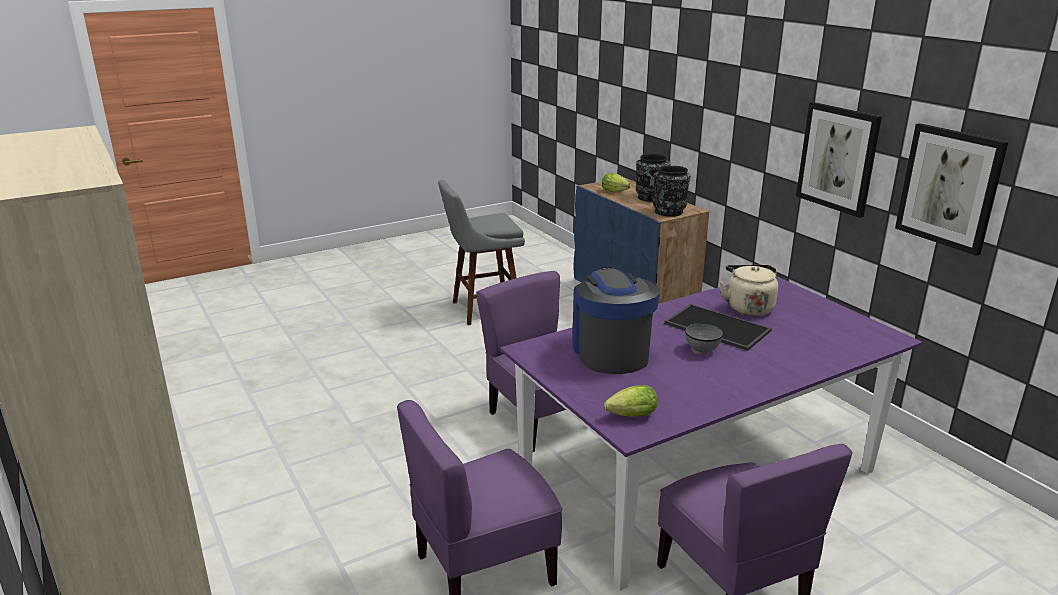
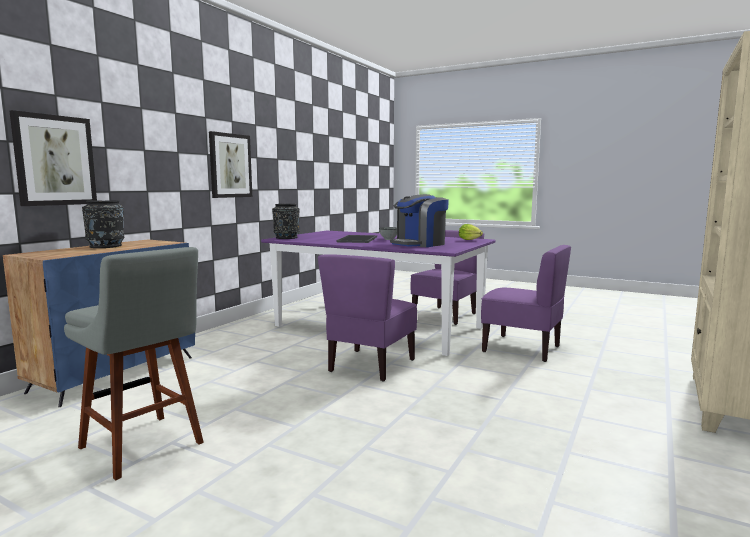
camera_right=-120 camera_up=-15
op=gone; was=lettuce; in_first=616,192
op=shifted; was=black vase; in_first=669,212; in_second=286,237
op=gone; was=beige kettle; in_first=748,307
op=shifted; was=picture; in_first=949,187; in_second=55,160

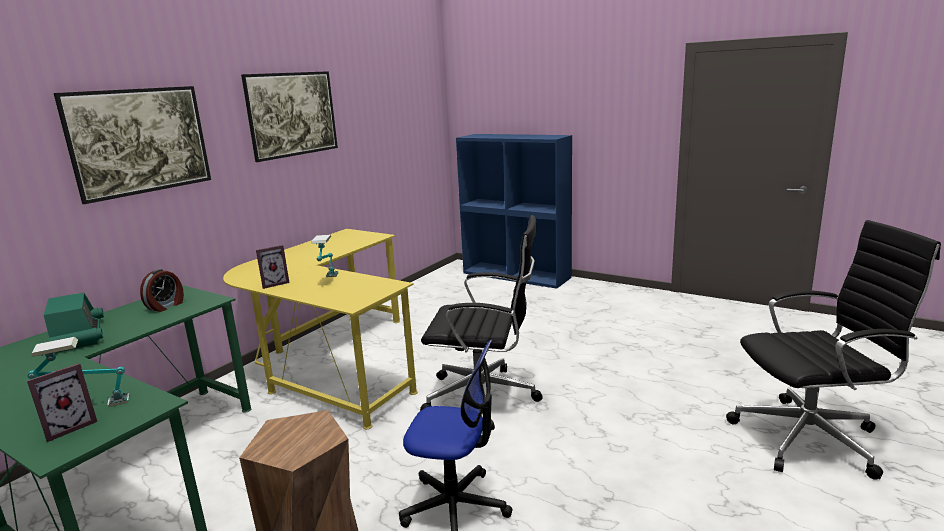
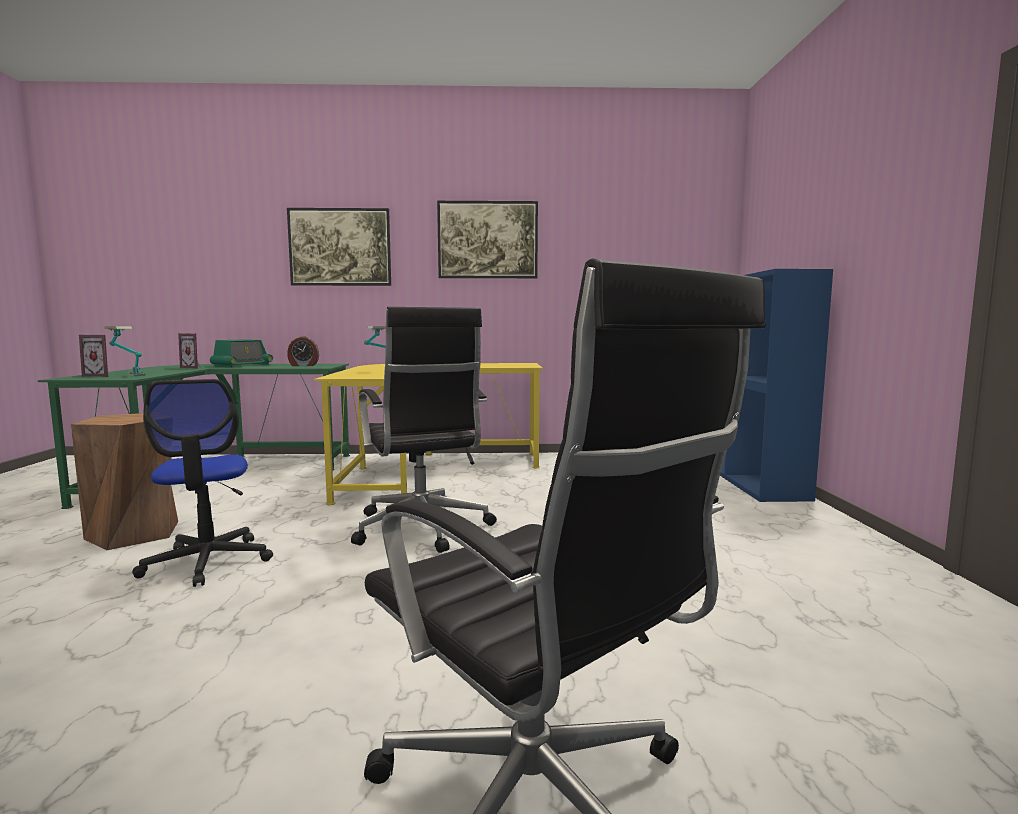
camera_right=55 camera_up=-10
op=shifted; was=picture frame; in_first=274,283; in_second=194,368

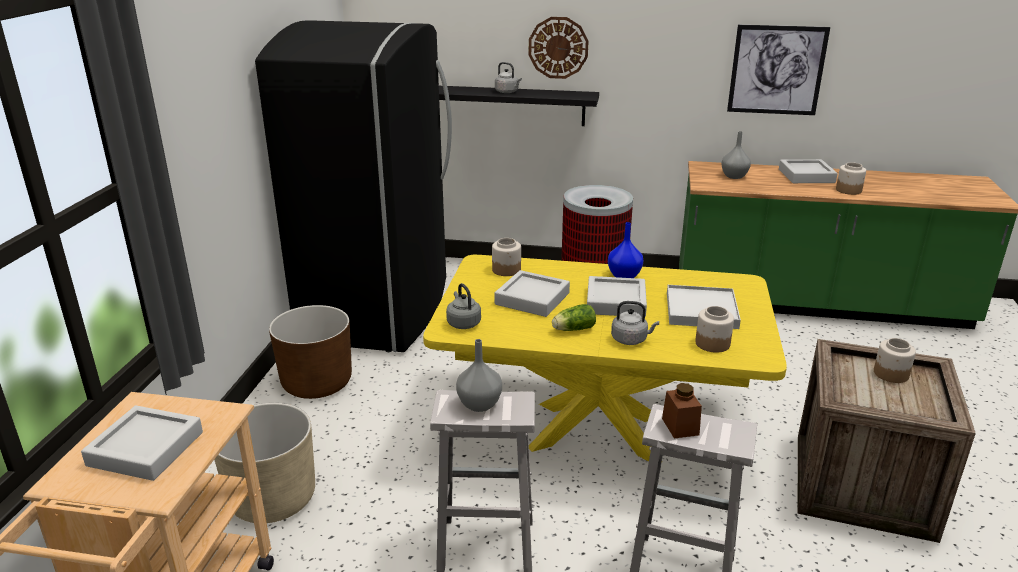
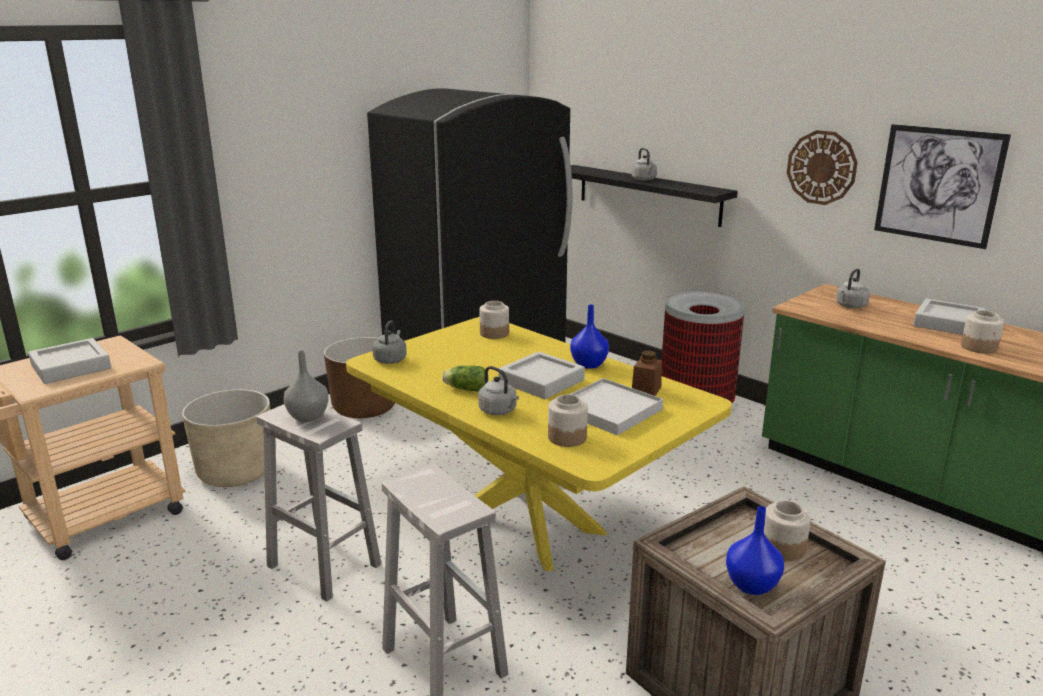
camera_right=35 camera_up=-5
op=gone; was=grey tray; in_first=532,299
op=shifted; was=wall clock; in_first=558,47; in_second=821,167
op=shifted; was=brown jar; in_first=680,426; in_second=646,390
op=swapped; was=grey vase; now=grey kettle; in_first=734,176; in_second=850,306
op=new; now=blue vase; in_second=752,586

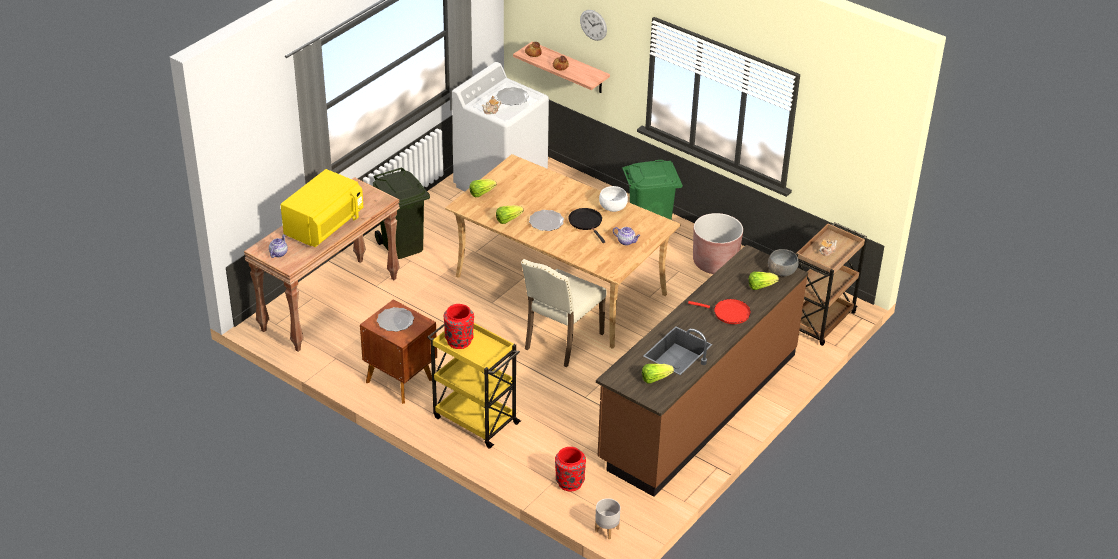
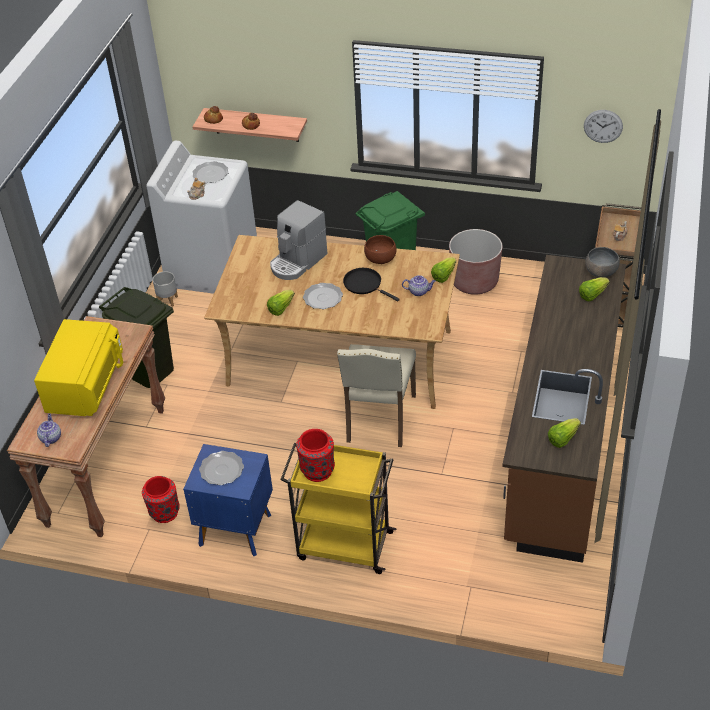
camera_right=-20 camera_up=5
op=repainted; was=brown nightstand; now=blue nightstand; in_first=399,380; in_second=234,528
op=shifted; was=lettuce; in_first=481,193; in_second=443,276
op=shifted; was=red vase; in_first=569,482; in_second=164,512
op=shifted; was=wall clock; in_first=593,25; in_second=603,126
op=shifted; was=grey planter; in_first=606,530; in_second=167,301
op=repainted; was=white bowl; now=brown bowl; in_first=613,207; in_second=380,259
op=gone; was=red frying pan; in_first=728,313
op=new; now=coffee machine; in_second=297,262

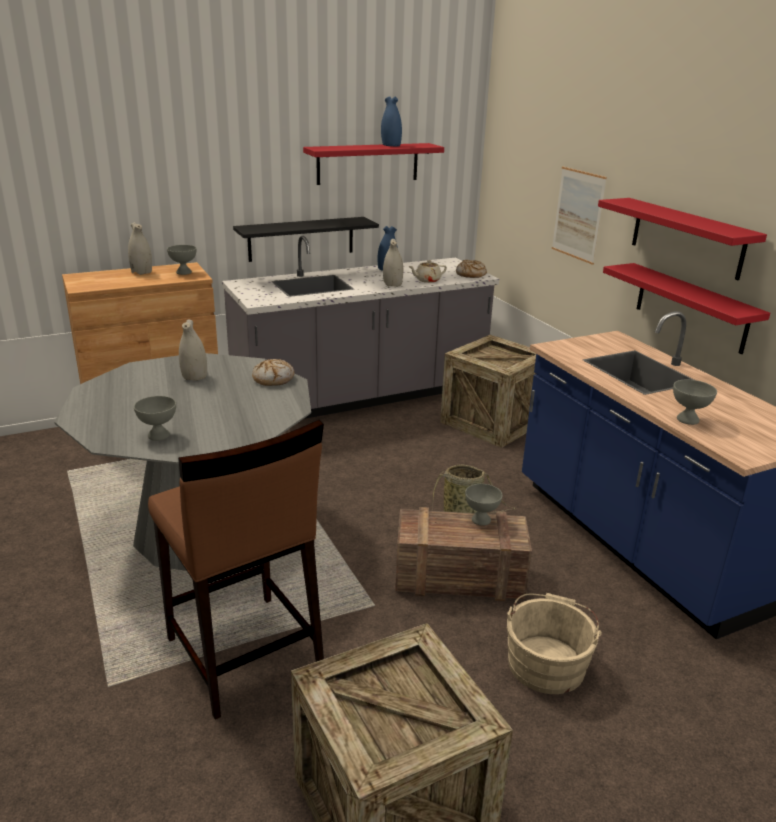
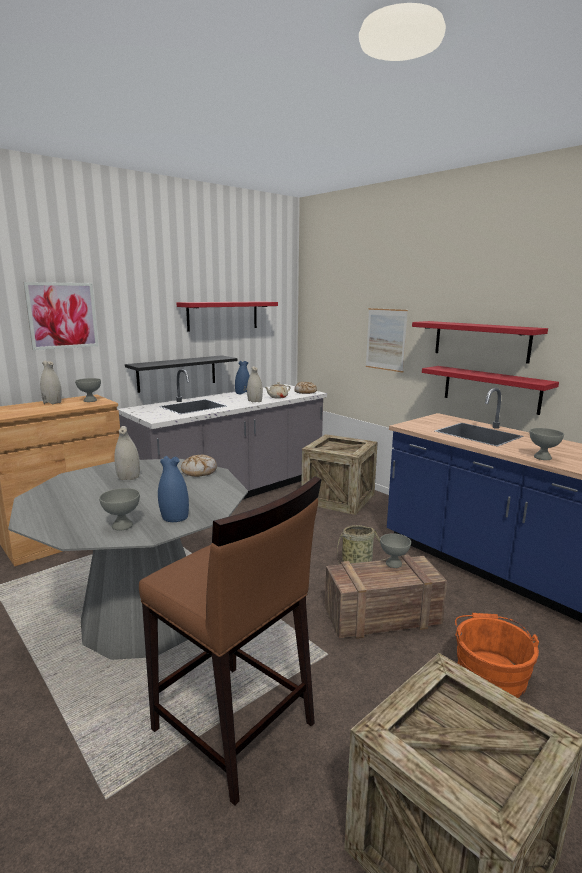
camera_right=-15 camera_up=-10
op=shifted; was=blue vase; in_first=391,145; in_second=174,517
op=repainted; was=beige bucket; now=orange bucket; in_first=547,661; in_second=490,672
op=new; now=picture; in_second=62,315

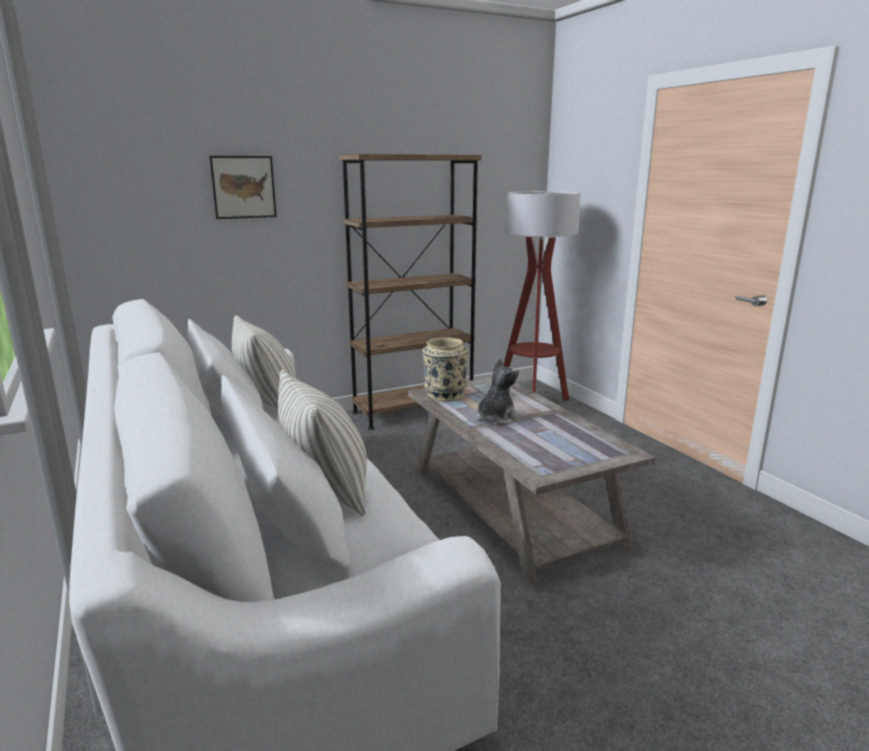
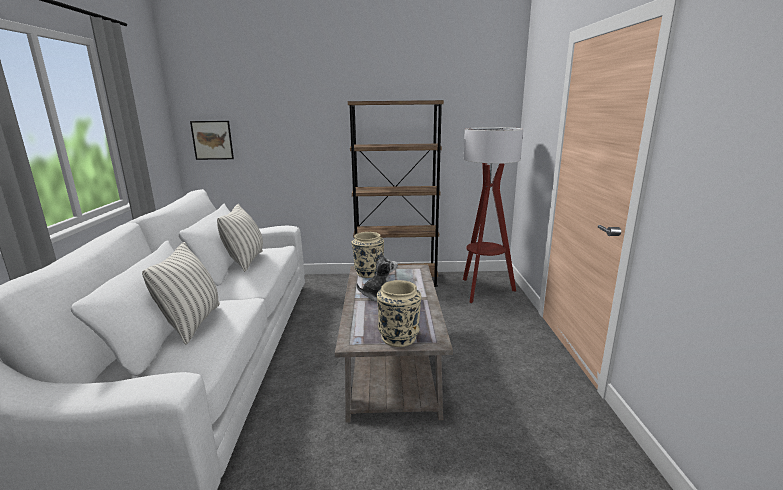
camera_right=25 camera_up=0
op=shifted; was=picture; in_first=243,187; in_second=212,140
op=new; now=beige vase; in_second=399,337

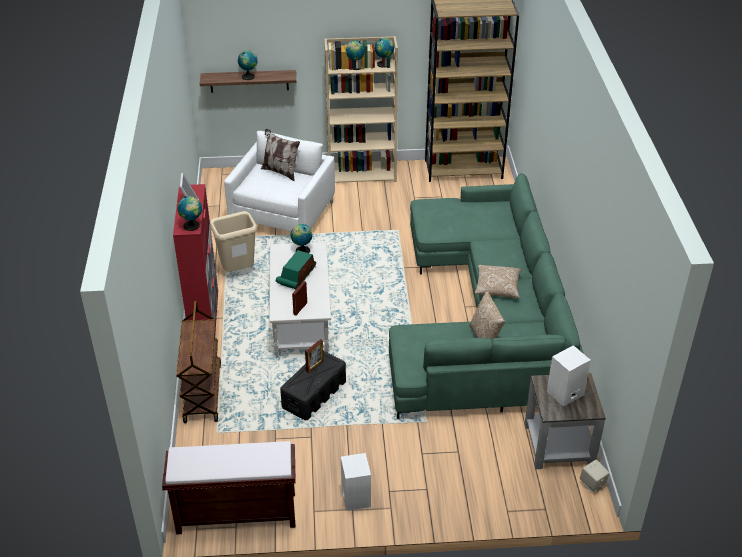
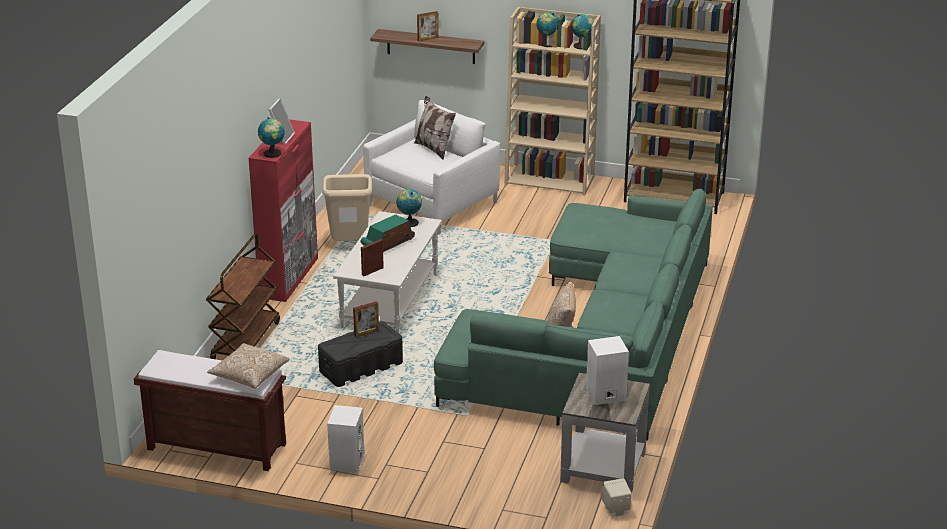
camera_right=20 camera_up=-10
op=swapped; was=globe; now=picture frame; in_first=249,76; in_second=428,39
op=shifted; was=pillow; in_first=497,288; in_second=249,375

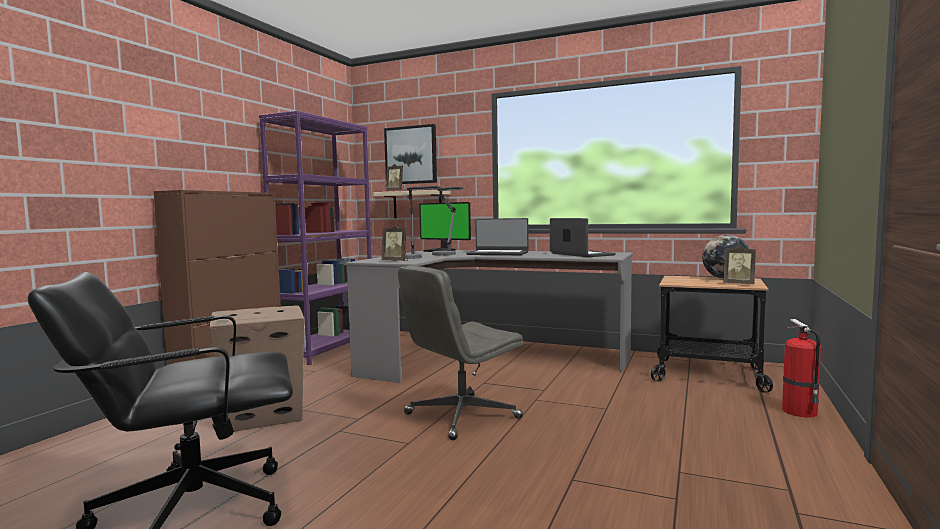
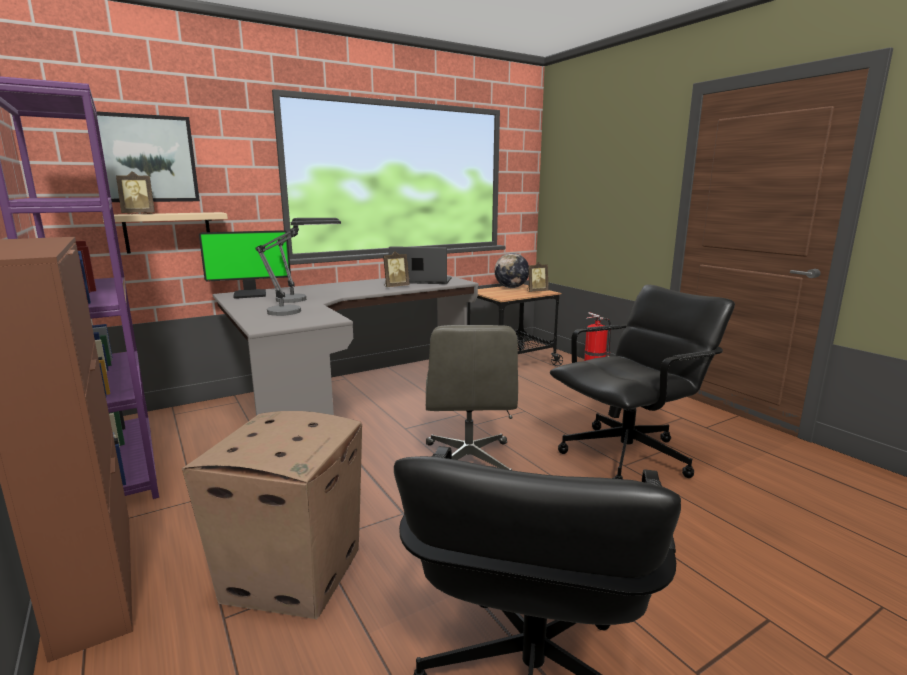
camera_right=-55 camera_up=10
op=shifted; was=picture frame; in_first=396,261; in_second=395,286
op=gone; was=laptop; in_first=498,253
op=new; now=black office chair; in_second=627,456

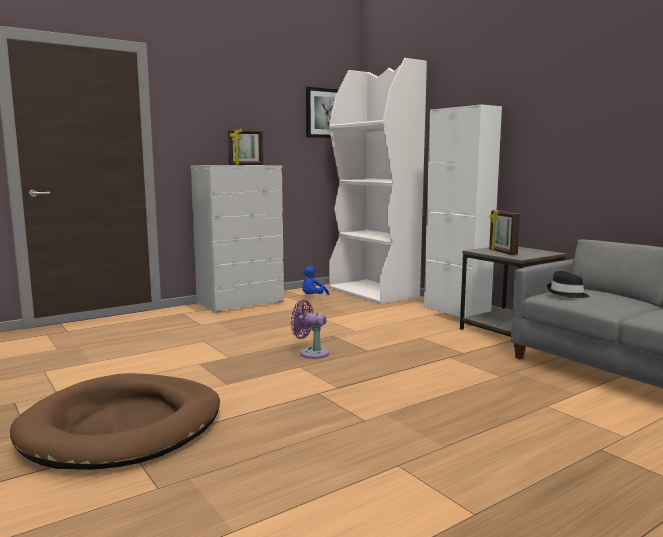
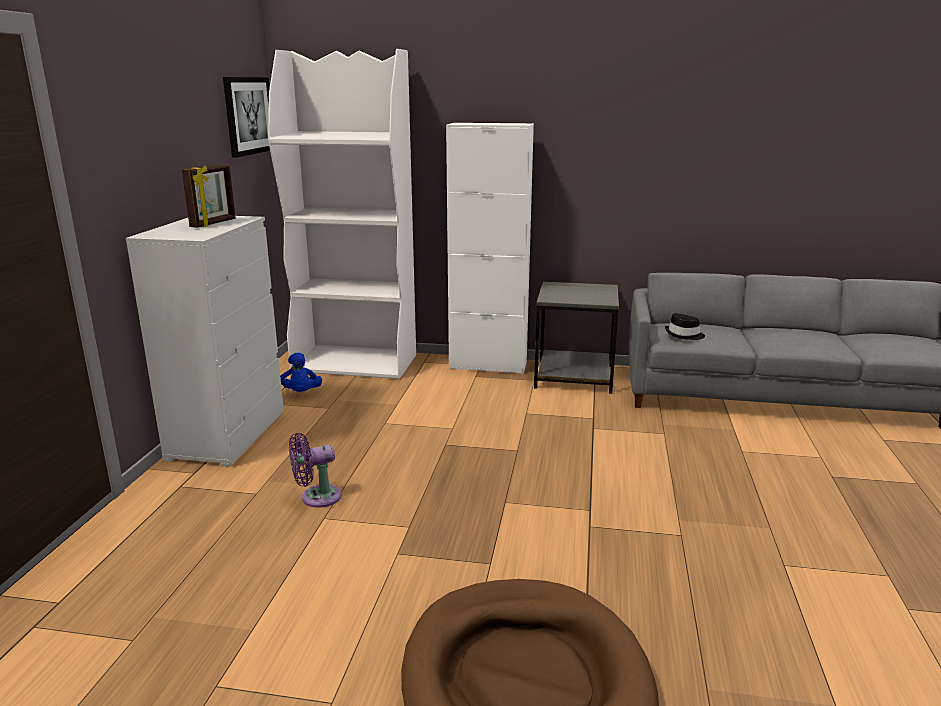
camera_right=-45 camera_up=10
op=shifted; was=purple fan; in_first=311,353; in_second=317,497
op=gone; was=picture frame; in_first=502,252

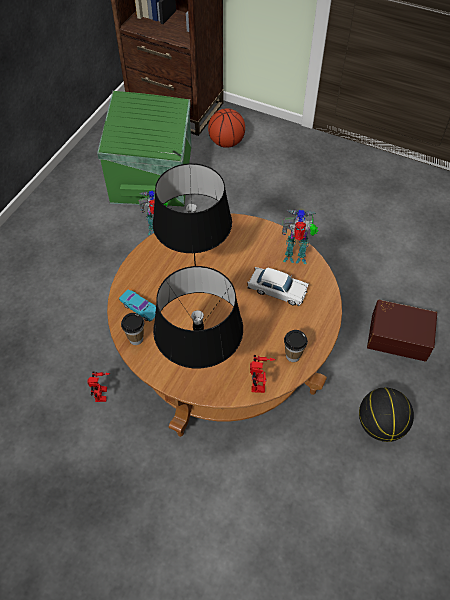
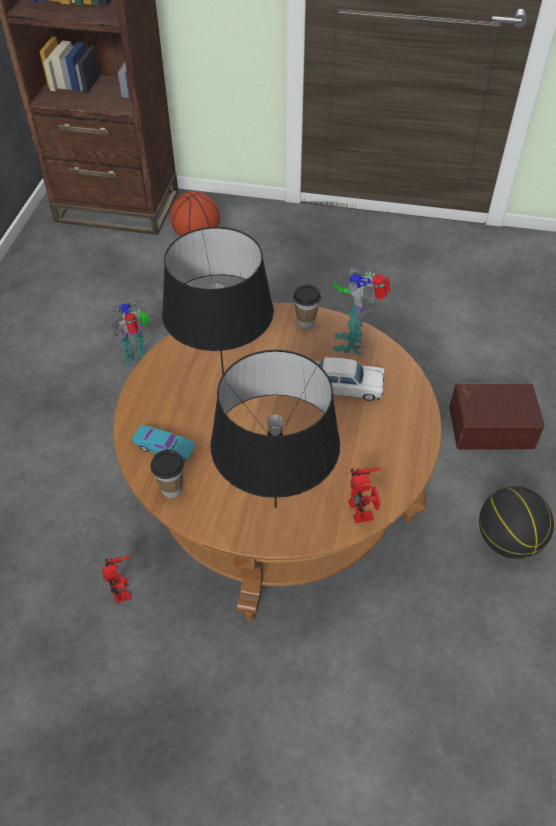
camera_right=-15 camera_up=-5
op=gone; was=green storage box; in_first=154,173
op=rotated; was=toy robot; in_first=296,258; in_second=353,342; clockwise=-75
op=shifted; was=cup; in_first=292,356; in_second=306,323

